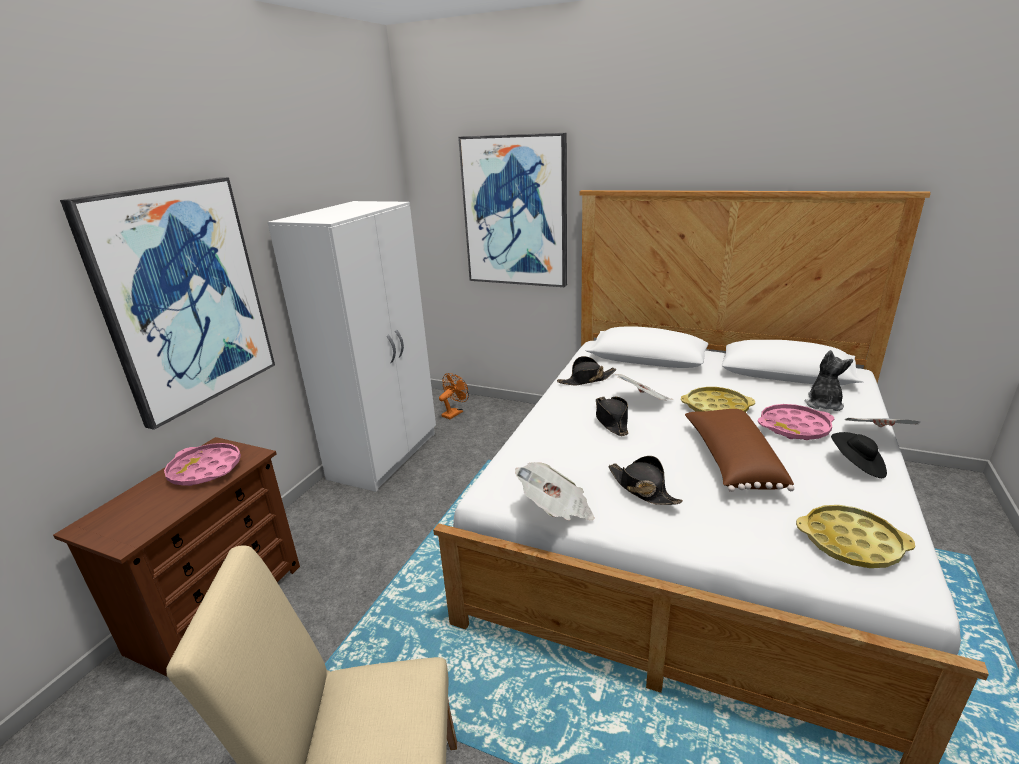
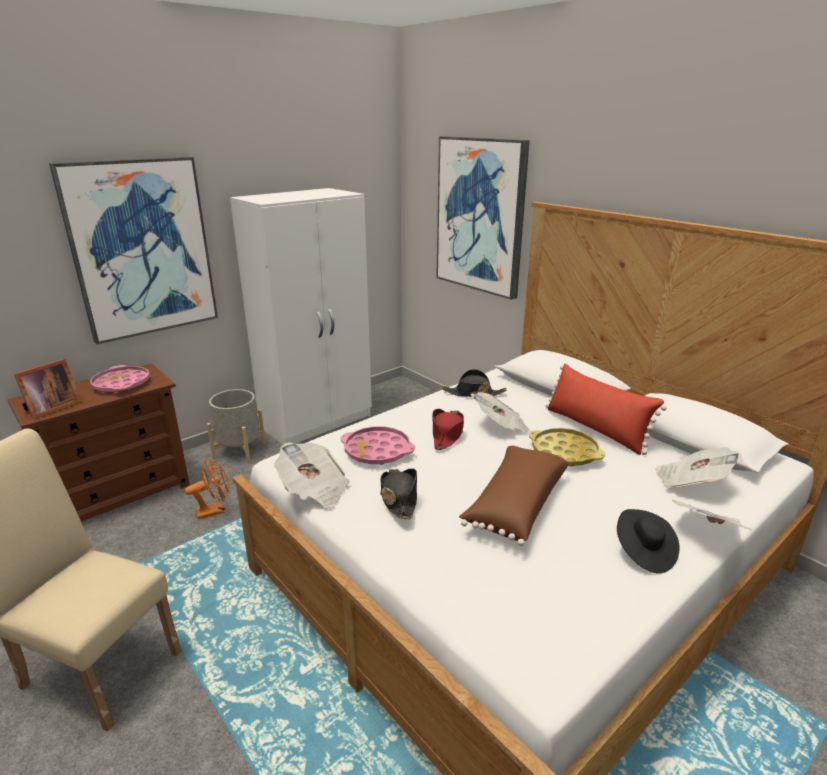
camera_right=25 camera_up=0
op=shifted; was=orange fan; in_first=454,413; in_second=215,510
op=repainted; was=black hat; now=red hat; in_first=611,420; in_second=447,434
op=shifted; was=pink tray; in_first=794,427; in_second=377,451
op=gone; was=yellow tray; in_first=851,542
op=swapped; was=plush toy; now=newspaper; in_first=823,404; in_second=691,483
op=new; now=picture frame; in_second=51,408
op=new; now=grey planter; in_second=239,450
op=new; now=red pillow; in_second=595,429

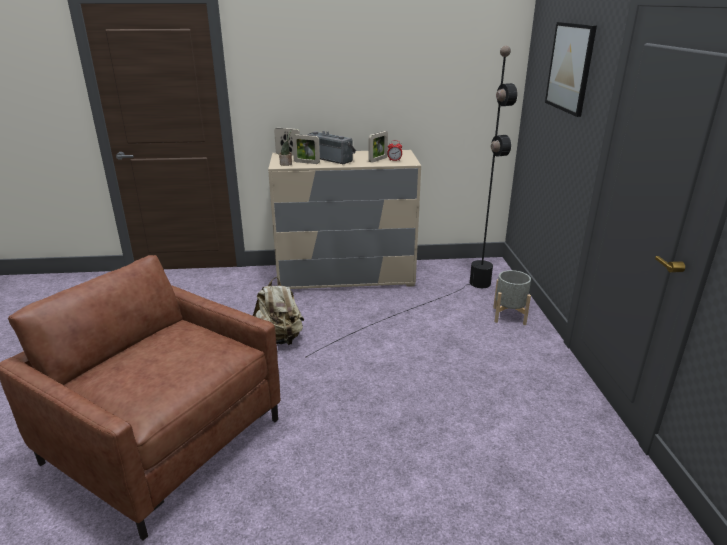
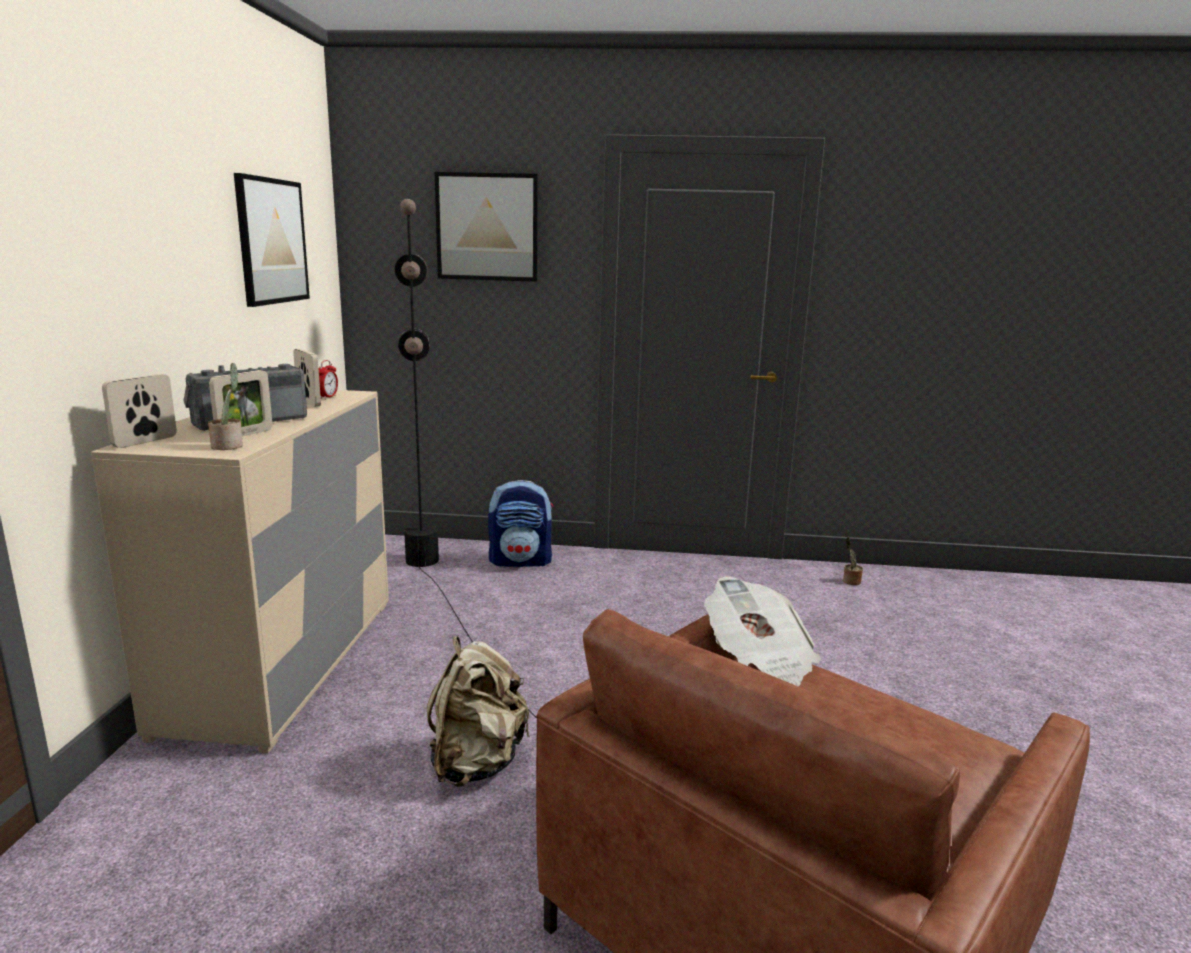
camera_right=-80 camera_up=-10
op=swapped; was=grey planter; now=backpack; in_first=509,315; in_second=521,561
op=new; now=picture; in_second=272,241
op=new; now=newspaper; in_second=759,660
op=new; now=potted plant; in_second=850,581

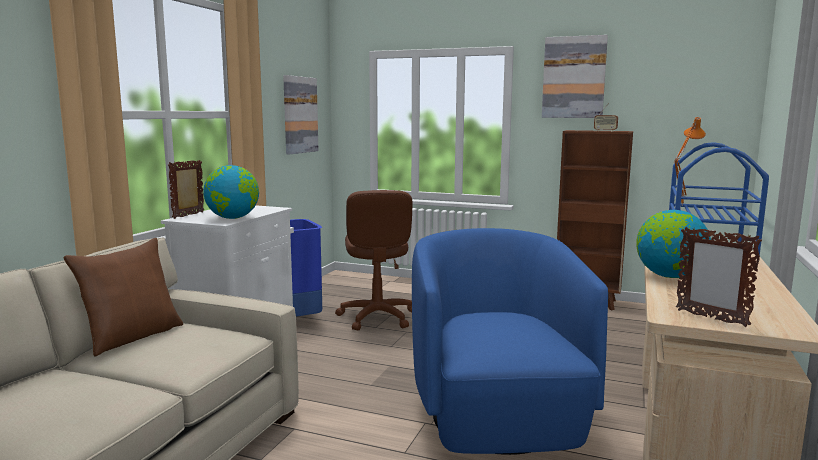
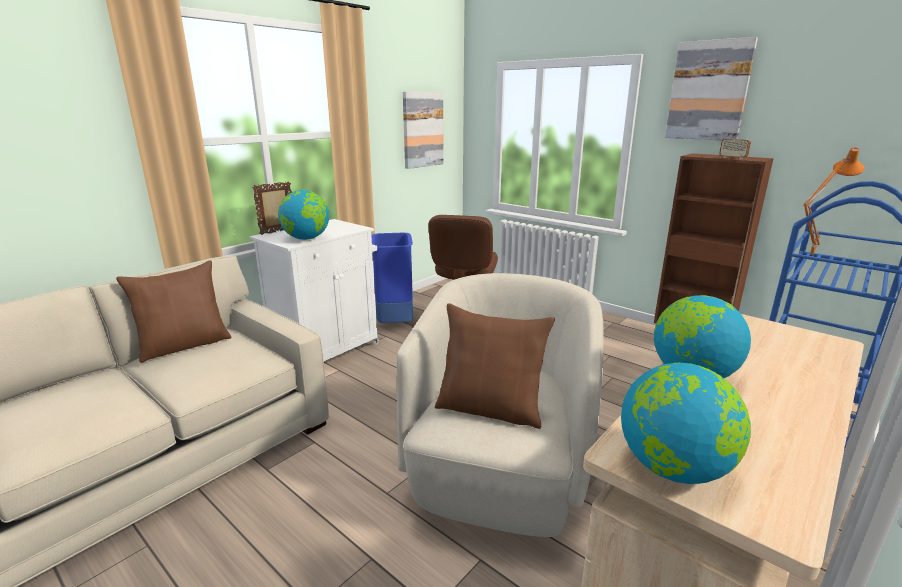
camera_right=20 camera_up=10
op=repainted; was=blue armchair; now=beige armchair; in_first=497,417; in_second=500,472
op=swapped; was=picture frame; now=globe; in_first=710,318; in_second=673,468
op=new; now=brown pillow; in_second=491,408

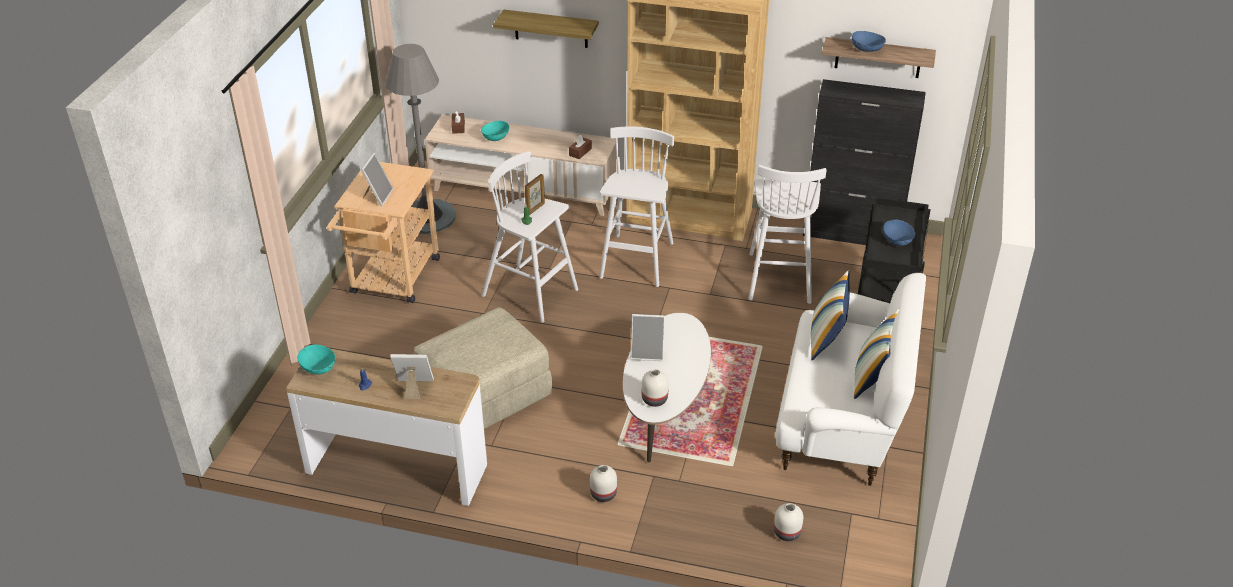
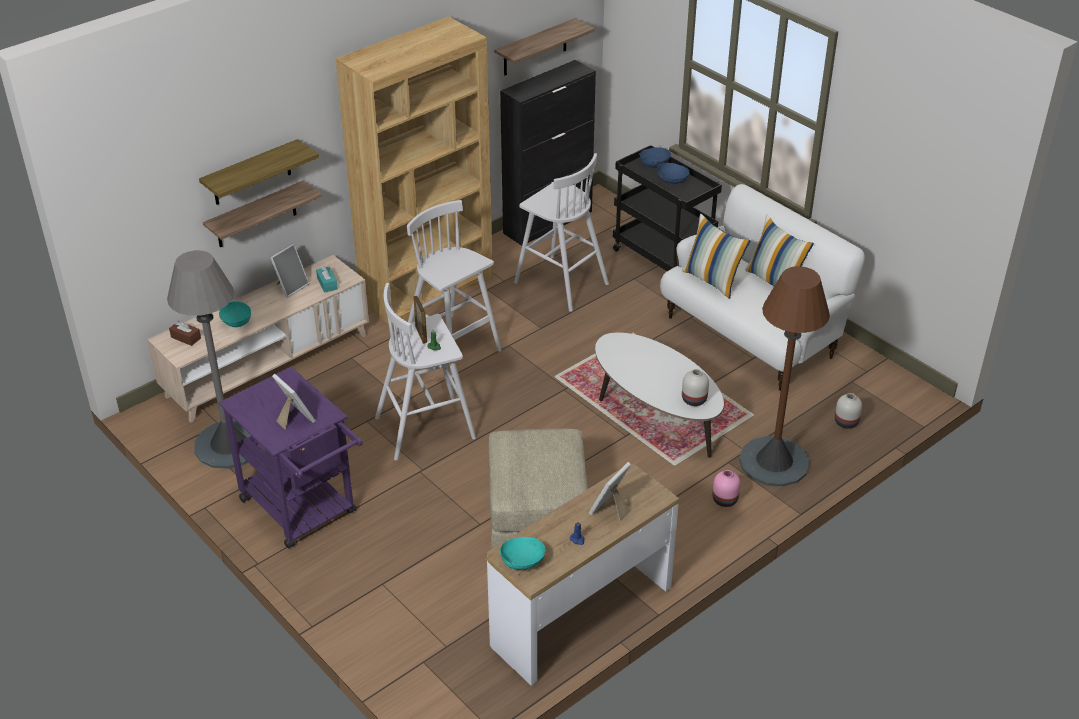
camera_right=-55 camera_up=0
op=repainted; was=beige cart; now=purple cart; in_first=392,281; in_second=304,511
op=repainted; was=brown tissue box; now=turquoise tissue box; in_first=580,152; in_second=327,284
op=repainted; was=white vase; now=pink vase; in_first=602,494; in_second=724,500
op=shifted; was=picture frame; in_first=647,353; in_second=291,287
op=shifted; was=blue bowl; in_first=867,49; in_second=654,164
op=new; now=shelf; in_second=256,215
op=new; now=brown floor lamp; in_second=774,462

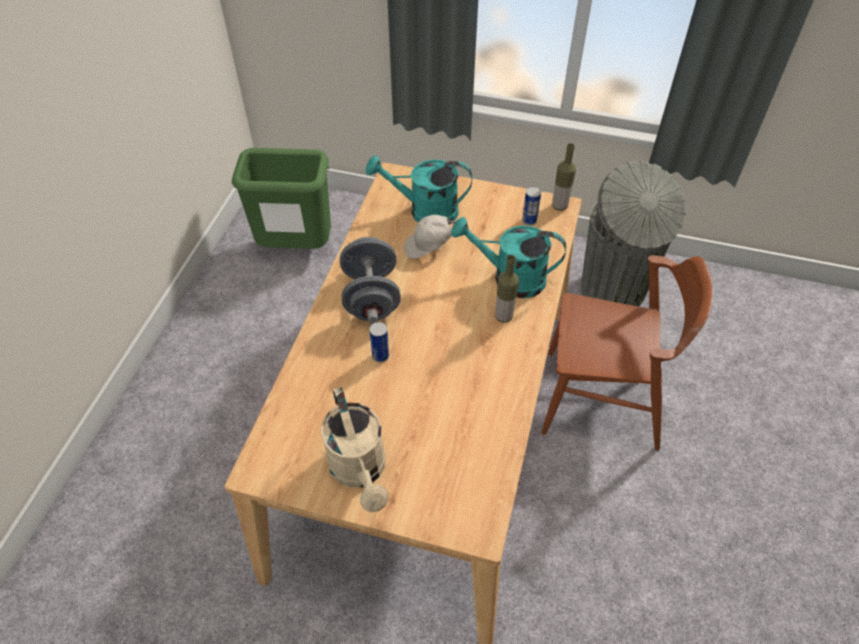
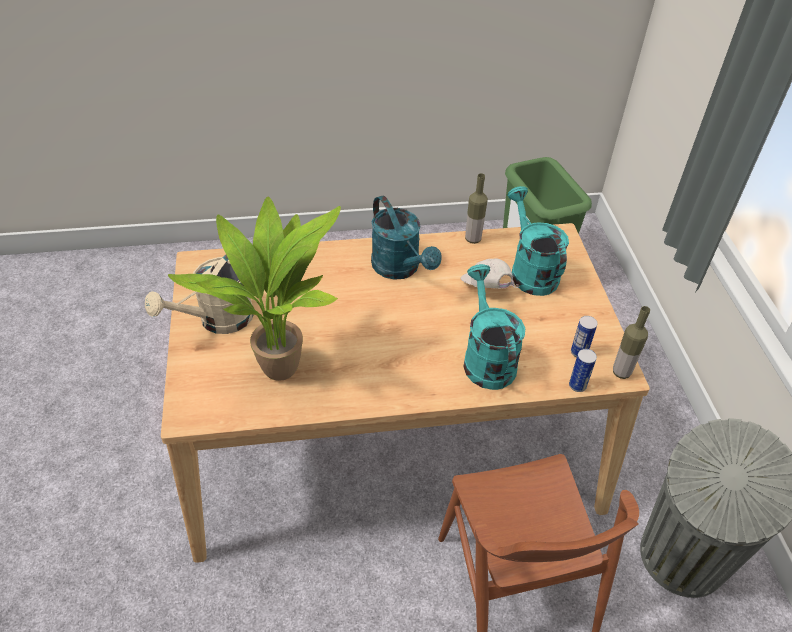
camera_right=65 camera_up=-5
op=swapped; was=grey dumbbell; now=turquoise watering can; in_first=371,297; in_second=400,269
op=shifted; was=can; in_first=380,356; in_second=577,385
op=shifted; was=bottle; in_first=503,316; in_second=473,239
op=new; now=potted plant; in_second=280,364

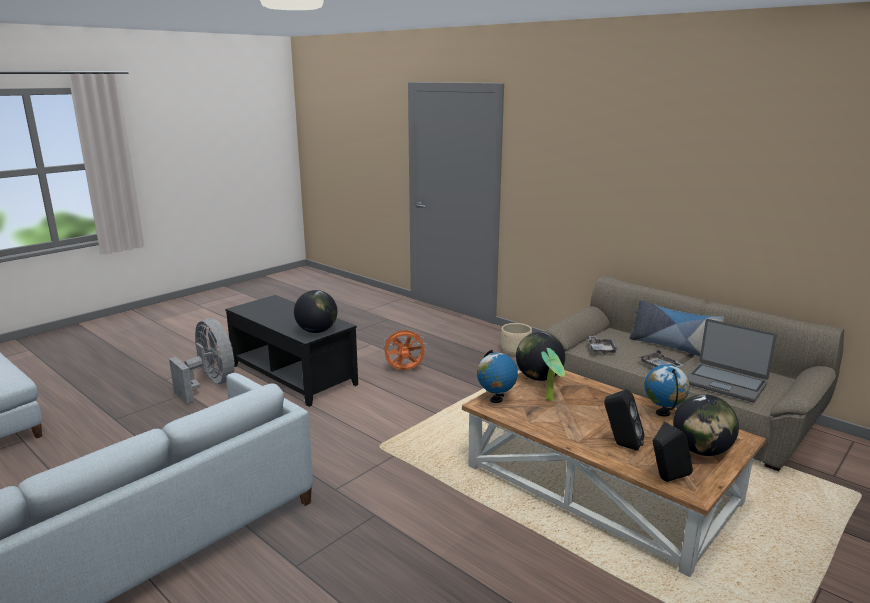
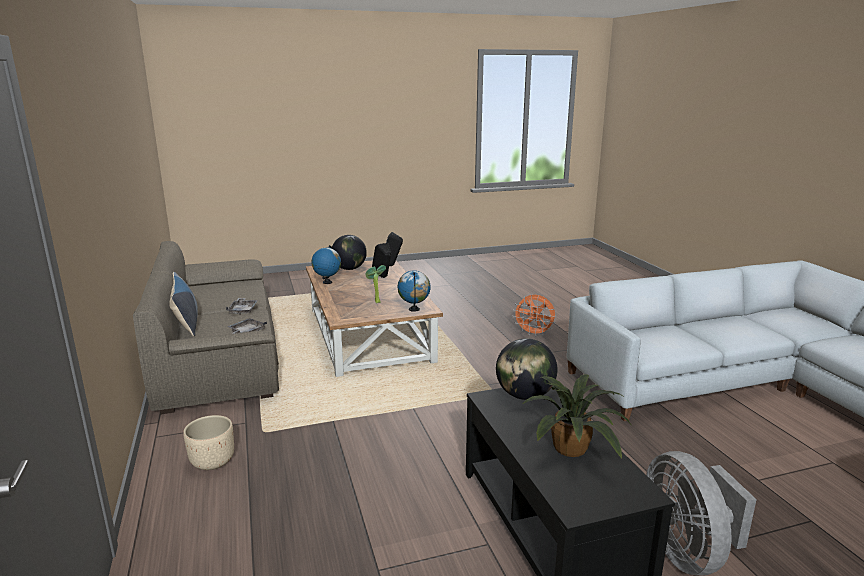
camera_right=-150 camera_up=0
op=shifted; was=orange fan; in_first=404,370; in_second=534,333
op=gone; was=globe; in_first=539,378
op=gone; was=laptop; in_first=725,383
op=new; now=potted plant; in_second=573,449

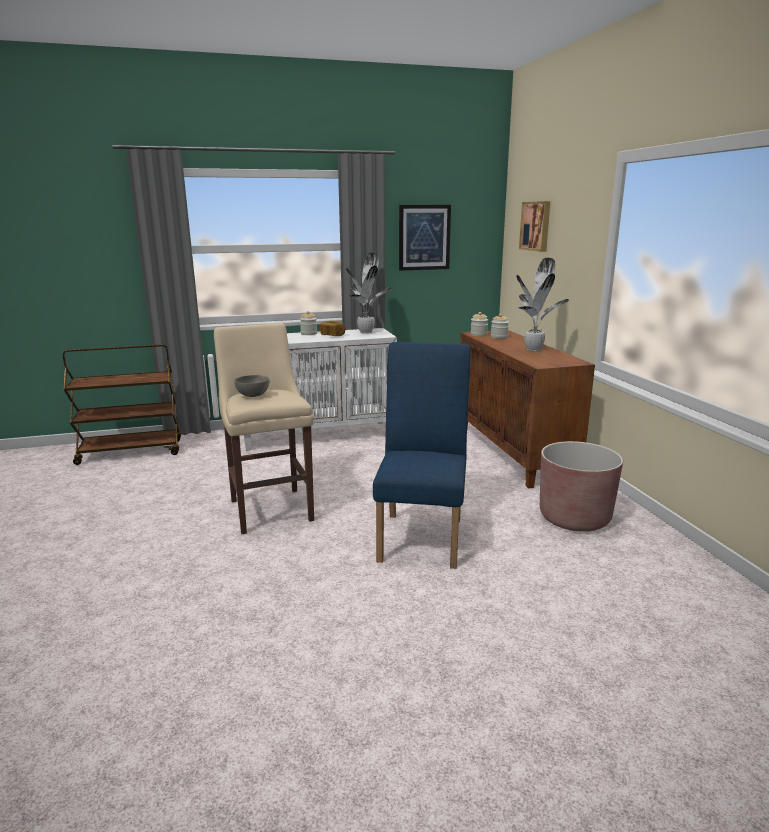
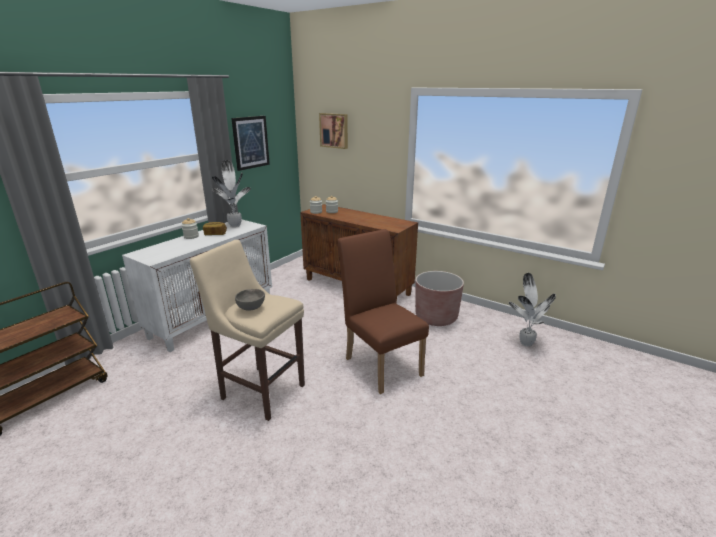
camera_right=-40 camera_up=5
op=repainted; was=blue chair; now=brown chair; in_first=422,535; in_second=380,363
op=shifted; was=potted plant; in_first=534,349; in_second=525,342

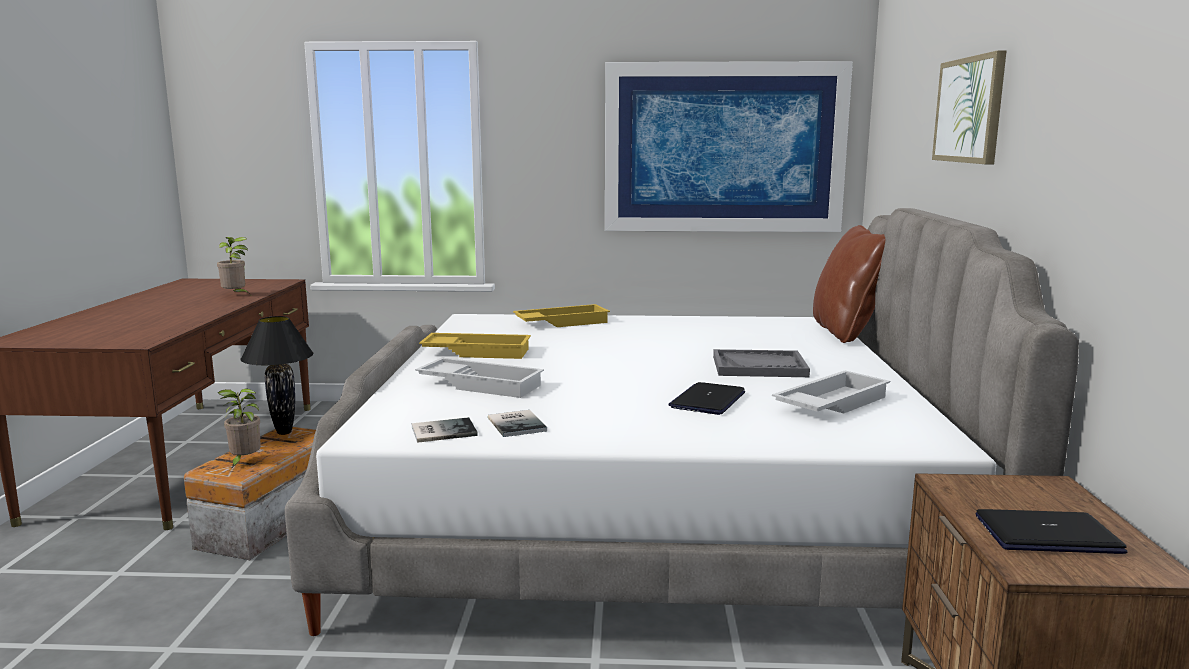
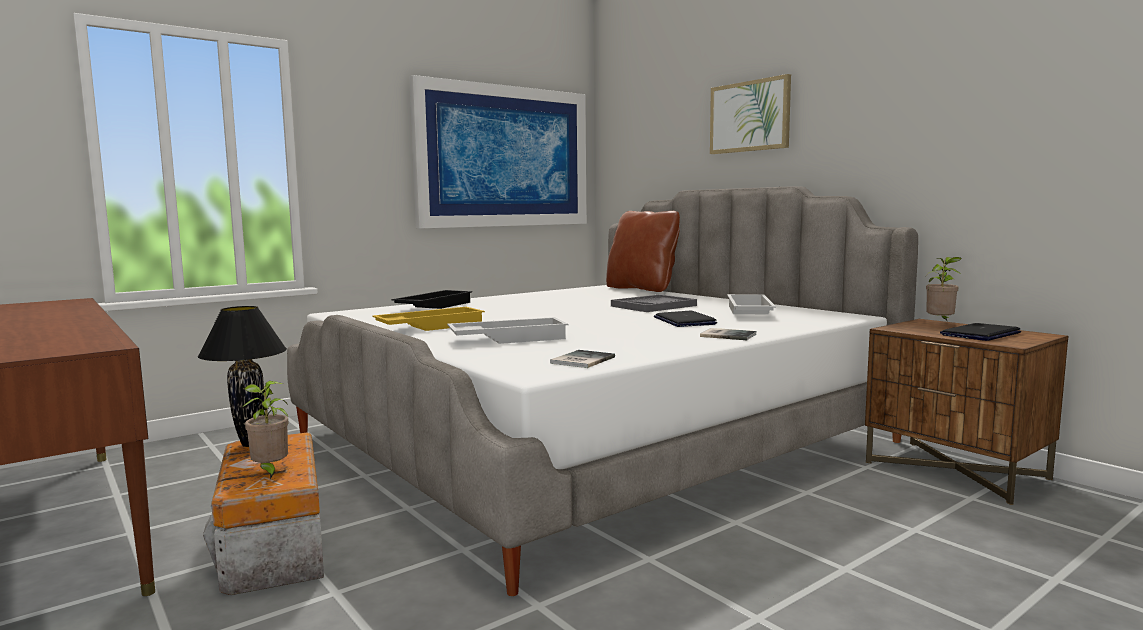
camera_right=-40 camera_up=-5
op=shifted; was=potted plant; in_first=236,295; in_second=940,323
op=shifted; was=book; in_first=518,424; in_second=727,335
op=repainted; was=yellow tray; now=black tray; in_first=562,322; in_second=433,306

